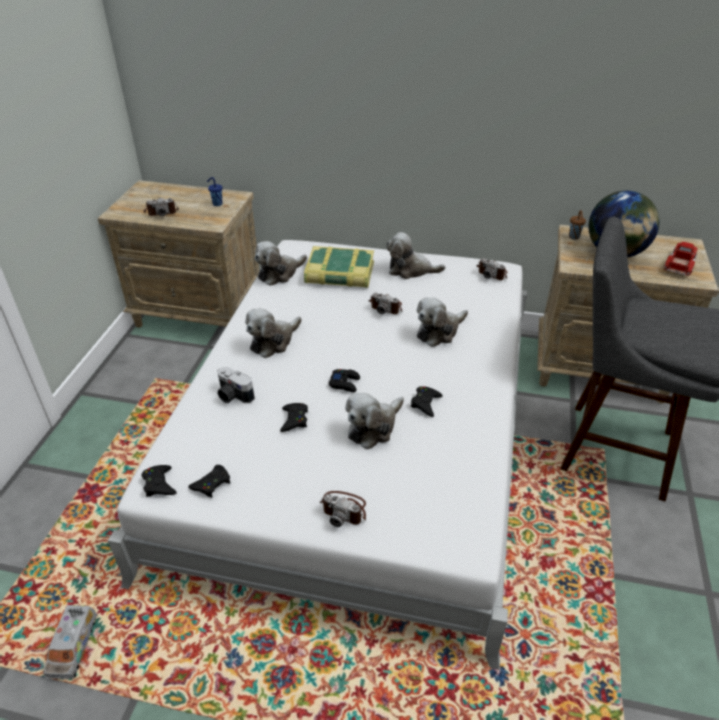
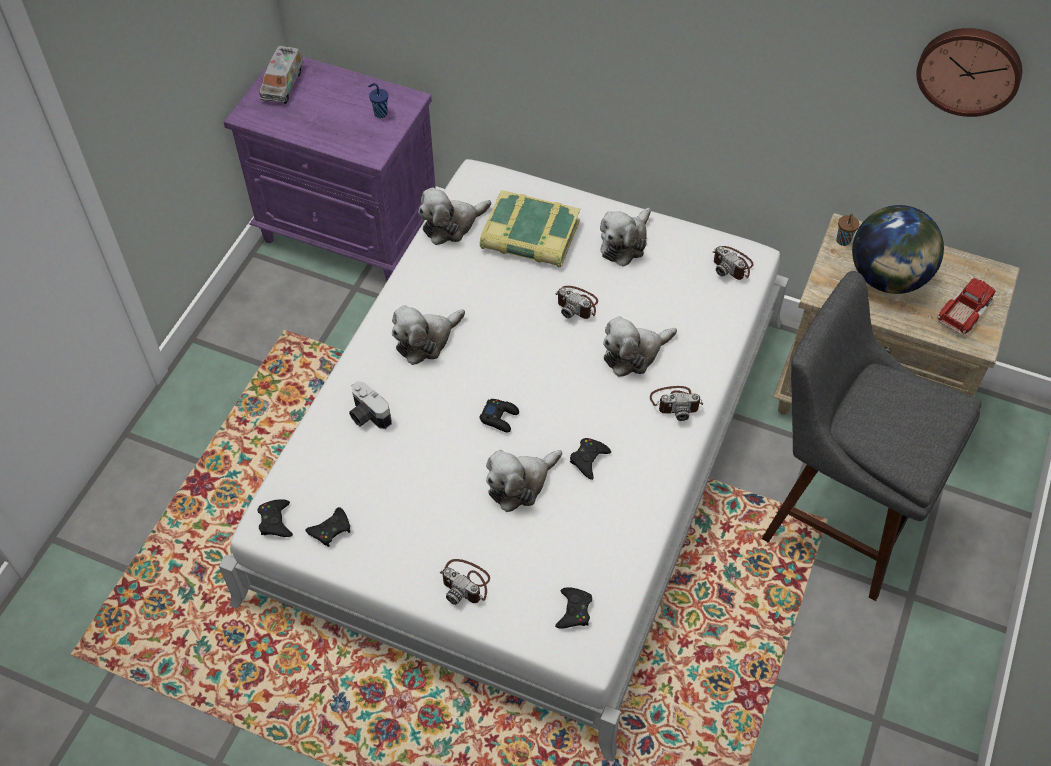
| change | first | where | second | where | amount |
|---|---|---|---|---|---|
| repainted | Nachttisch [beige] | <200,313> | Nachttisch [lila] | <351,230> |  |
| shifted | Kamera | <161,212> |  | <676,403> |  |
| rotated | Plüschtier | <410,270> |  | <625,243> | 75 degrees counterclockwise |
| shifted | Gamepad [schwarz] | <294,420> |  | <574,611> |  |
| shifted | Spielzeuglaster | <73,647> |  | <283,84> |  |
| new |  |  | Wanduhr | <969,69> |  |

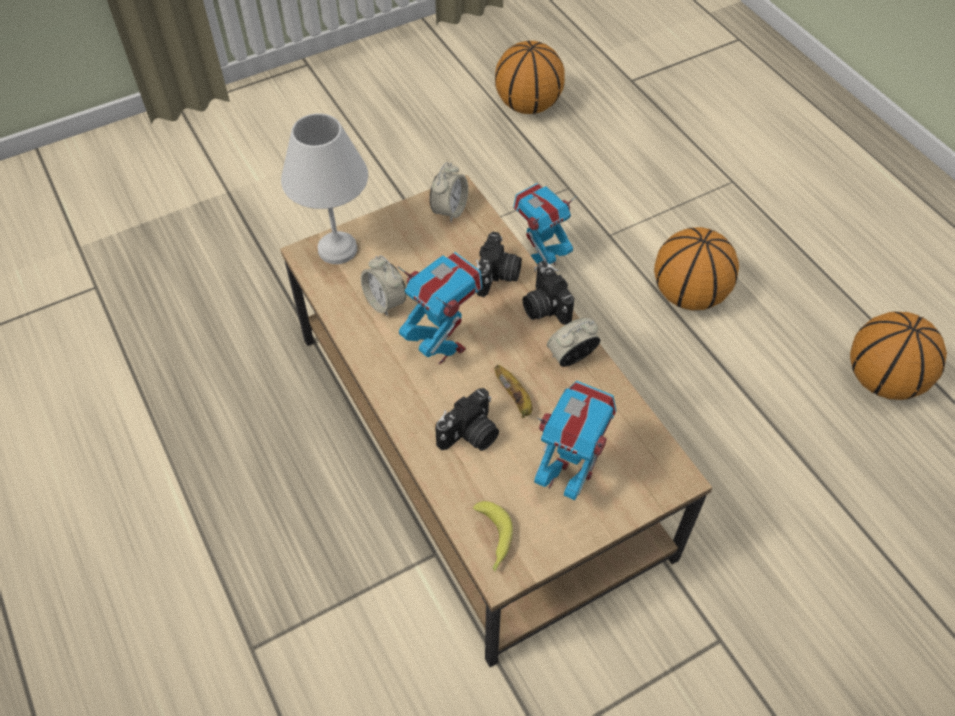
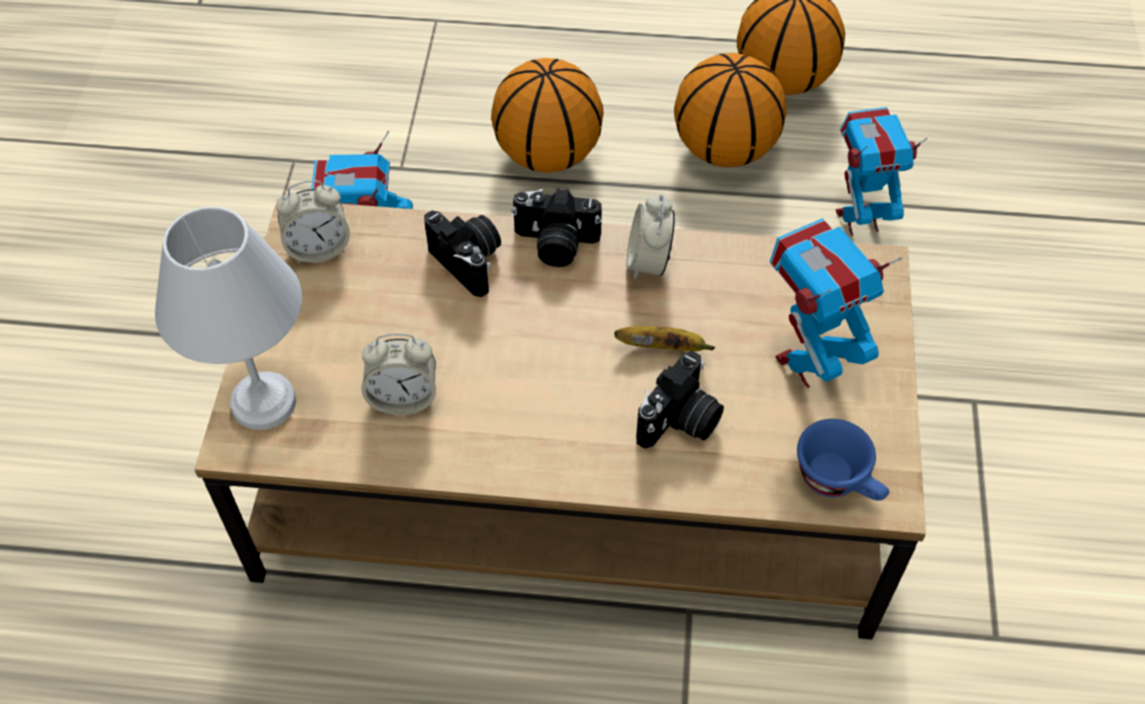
| change | first | where | second | where | amount |
|---|---|---|---|---|---|
| shifted | Basketball | <527,105> |  | <724,150> |  |
| rotated | Wecker | <449,210> |  | <319,248> | 105 degrees clockwise |
| shifted | Spielzeugroboter | <442,347> |  | <859,220> |  |
| rotated | Kamera | <470,435> |  | <680,422> | 45 degrees clockwise |
| swapped | Banane | <492,539> | Tasse [blau] | <839,481> |  |

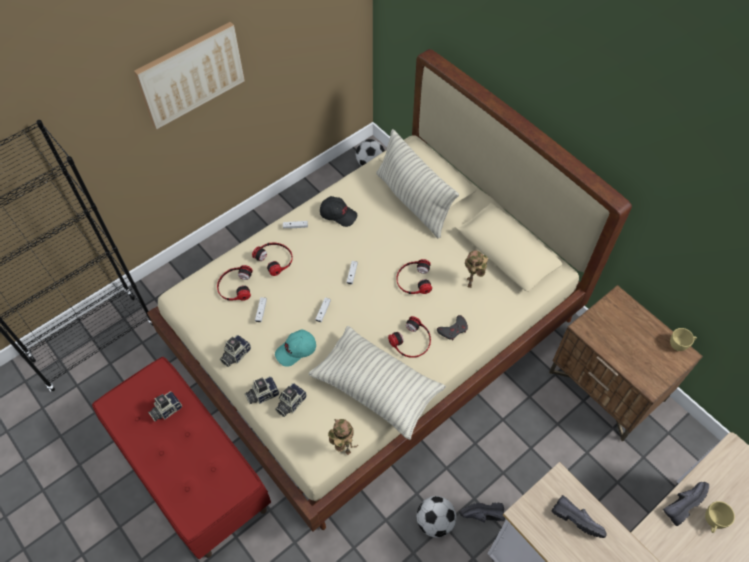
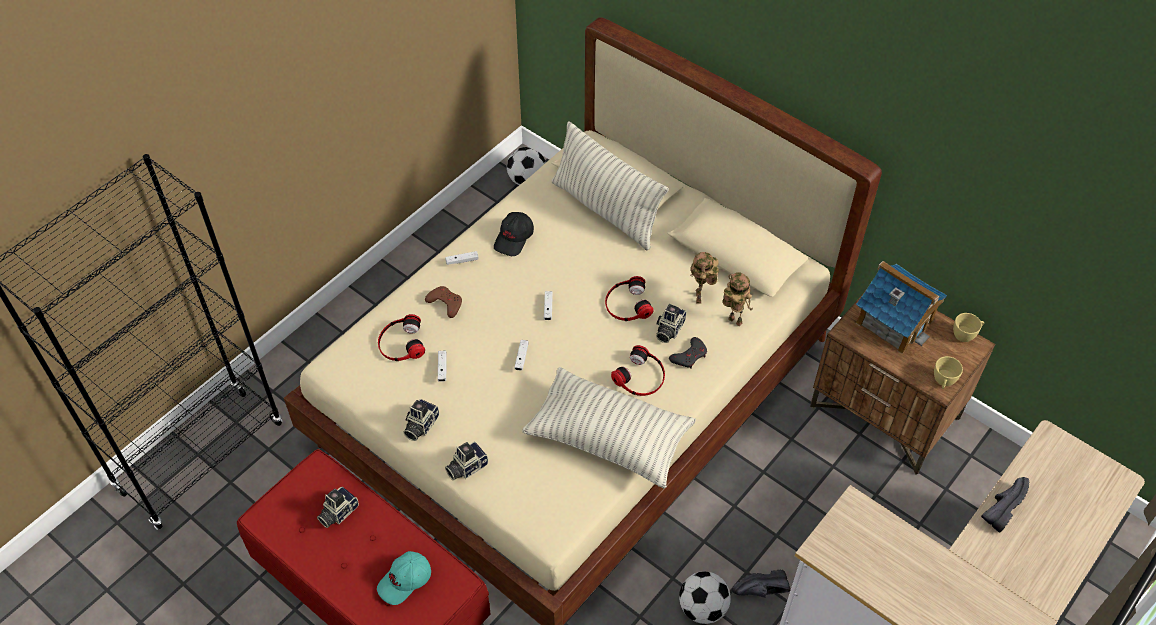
| change | first | where | second | where | amount |
|---|---|---|---|---|---|
| gone | Bild | <190,74> |  |  |  |
| rotated | Kappe [schwarz] | <338,214> |  | <514,239> | 105 degrees clockwise |
| swapped | Kopfhörer | <275,259> | Gamepad [braun] | <445,303> |  |
| shifted | Kappe [türkis] | <296,351> |  | <405,581> |  |
| shifted | Kamera | <290,403> |  | <668,329> |  |
| shifted | Spielzeugroboter | <343,449> |  | <733,321> |  |
| gone | Schuh [schwarz] | <578,518> |  |  |  |
| shifted | Tasse [gelb] | <712,522> |  | <943,382> |  |
| new |  |  | Spielzeughaus | <894,321> |  |

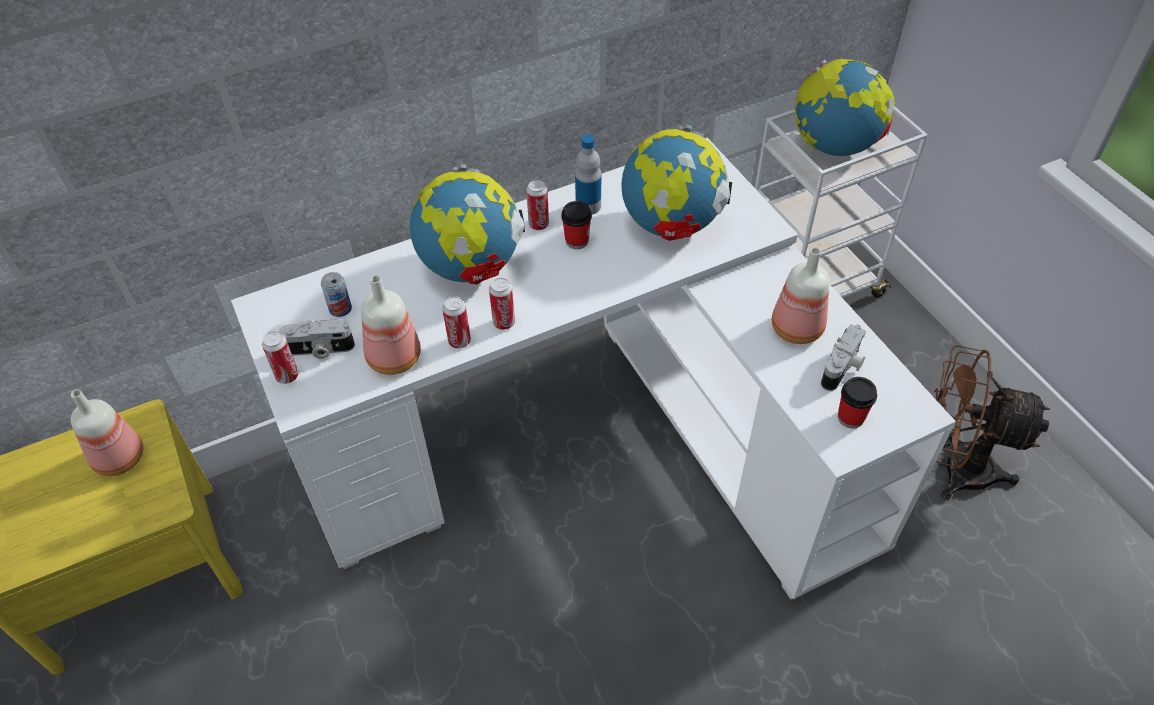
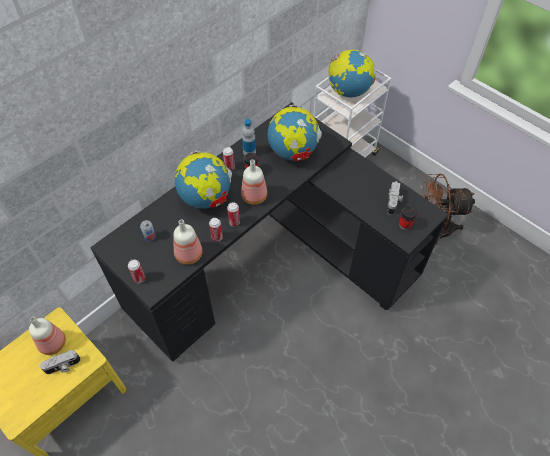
| change | first | where | second | where | amount |
|---|---|---|---|---|---|
| repainted | Schreibtisch [weiß] | <596,440> | Schreibtisch [schwarz] | <271,261> |  |
| shifted | Flasche | <796,327> |  | <254,196> |  |
| shifted | Kamera | <320,350> |  | <63,366> |  |

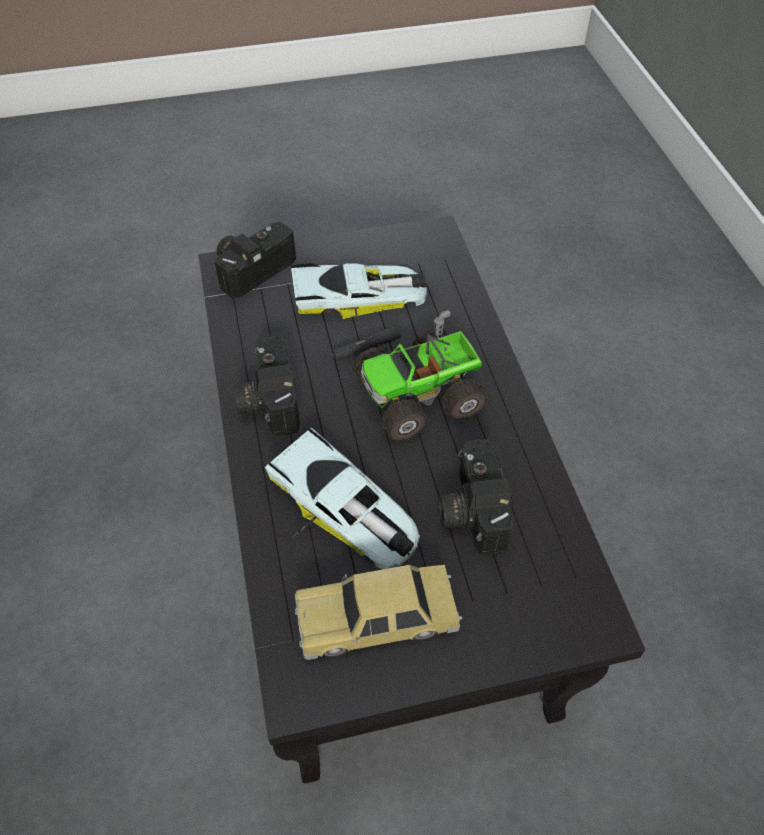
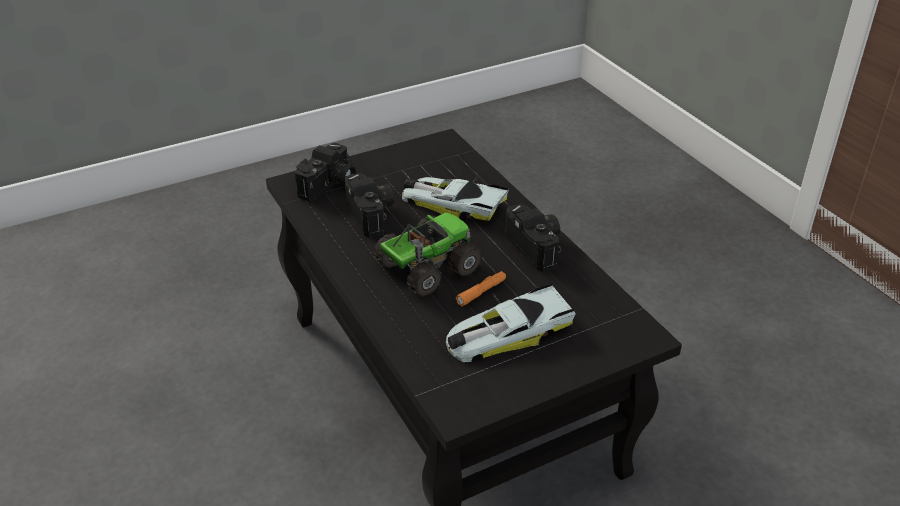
| change | first | where | second | where | amount |
|---|---|---|---|---|---|
| shifted | Kamera | <252,268> |  | <329,186> |  |
| repainted | Taschenlampe [schwarz] | <366,348> | Taschenlampe [orange] | <481,292> |  |
| gone | Spielzeugauto | <377,619> |  |  |  |

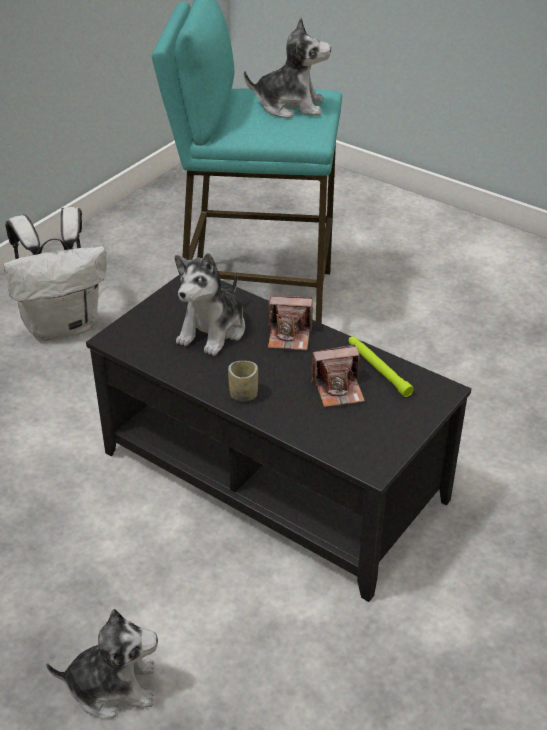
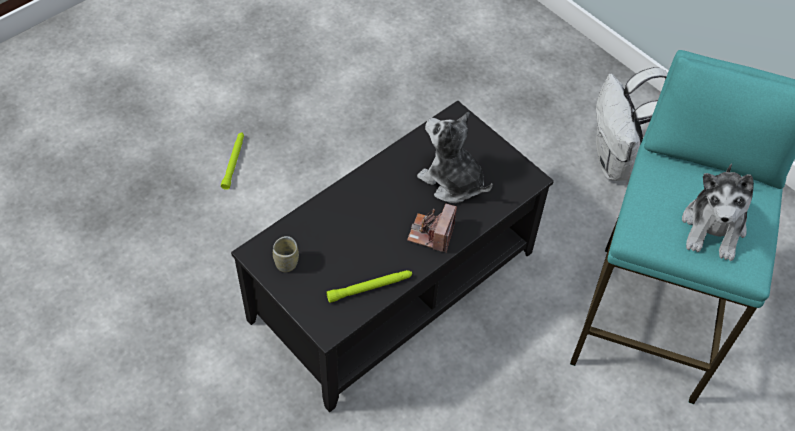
| change | first | where | second | where | amount |
|---|---|---|---|---|---|
| gone | Kamera | <338,389> |  |  |  |
| shifted | Tasse | <243,394> |  | <286,263> |  |
| swapped | Plüschtier | <112,686> | Taschenlampe [grün] | <234,162> |  |

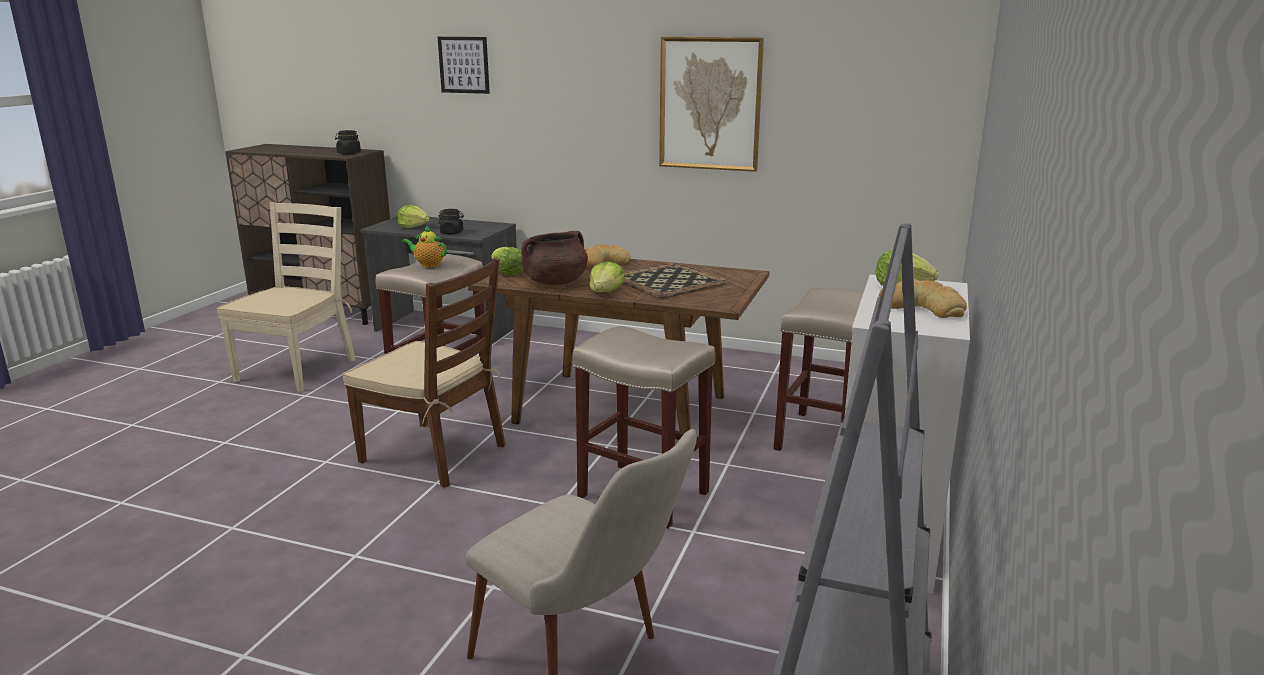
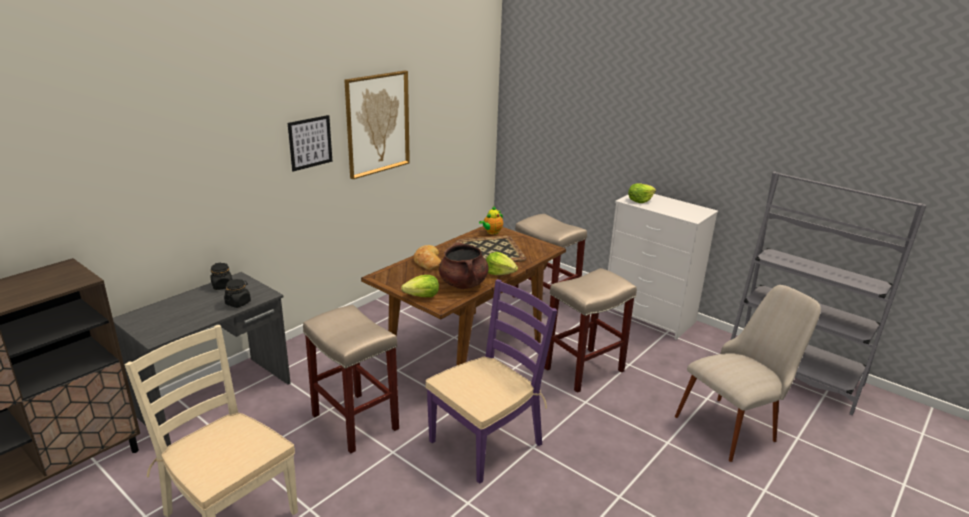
| change | first | where | second | where | amount |
|---|---|---|---|---|---|
| shifted | Bild | <464,65> |  | <310,142> |  |
| shifted | Vorratsglas [schwarz] | <348,153> |  | <222,286> |  |
| gone | Salatkopf | <414,227> |  |  |  |
| shifted | Teekanne | <428,265> |  | <491,232> |  |
| repainted | Stuhl [braun] | <435,453> | Stuhl [lila] | <486,442> |  |
| gone | Brot | <922,307> |  |  |  |

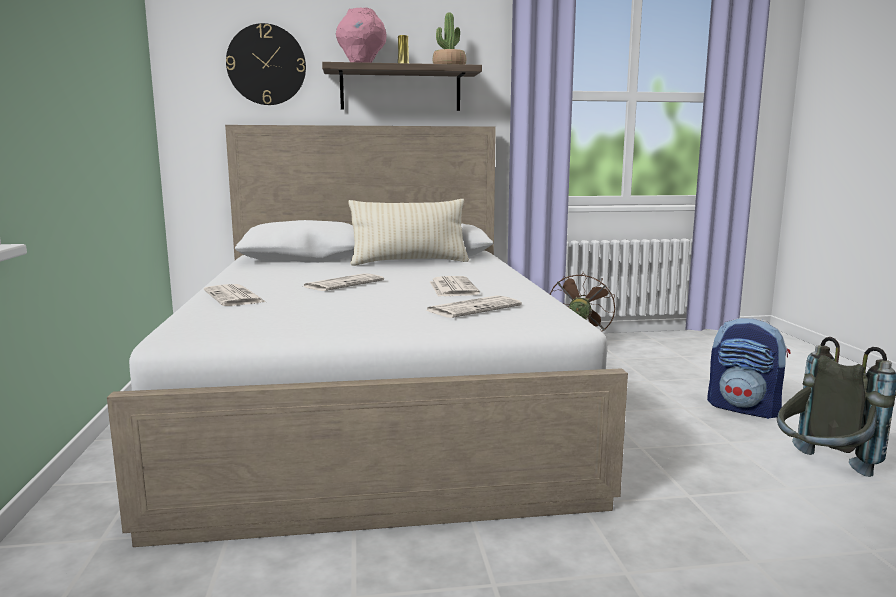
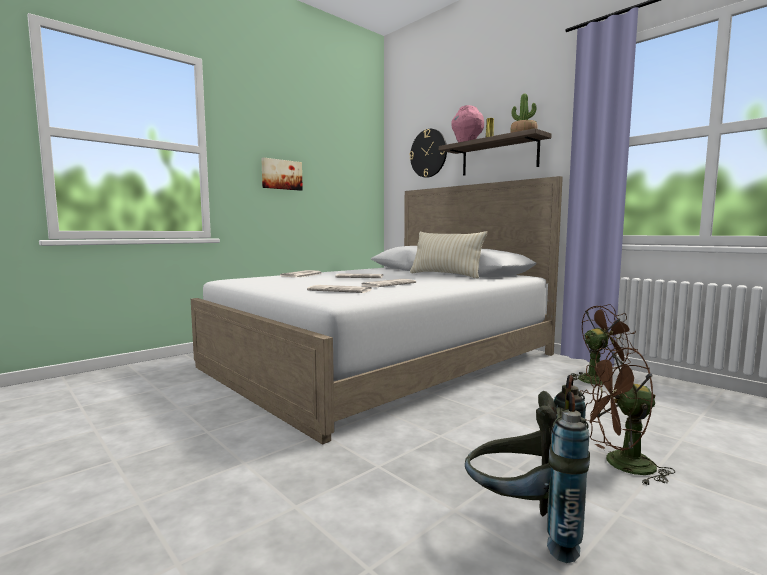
| change | first | where | second | where | amount |
|---|---|---|---|---|---|
| swapped | Rucksack | <744,408> | Ventilator [braun] | <620,465> |  |
| new |  |  | Bild | <281,174> |  |

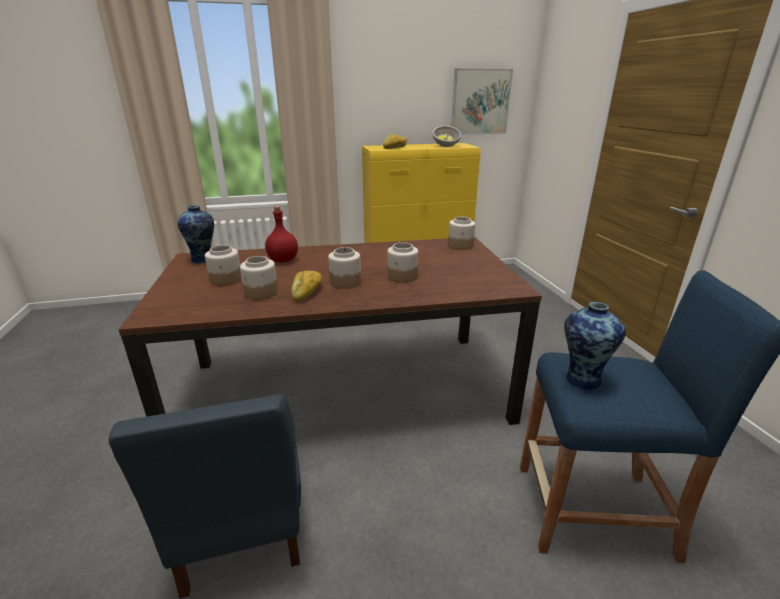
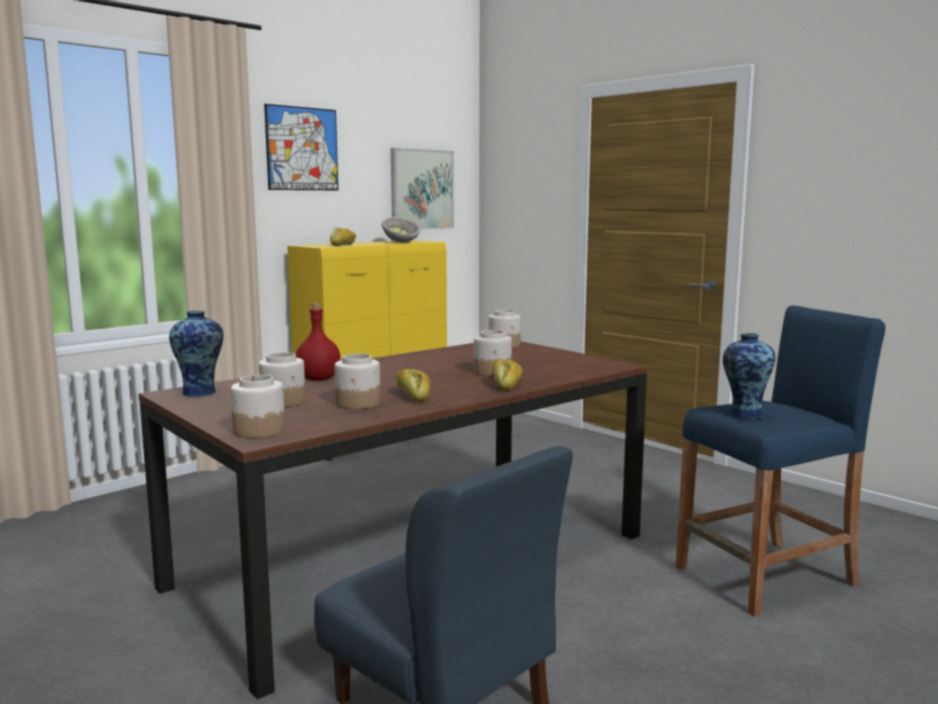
| change | first | where | second | where | amount |
|---|---|---|---|---|---|
| shifted | Vorratsglas | <345,282> |  | <259,431> |  |
| new |  |  | Bild | <302,149> |  |
| new |  |  | Brot | <507,384> |  |

